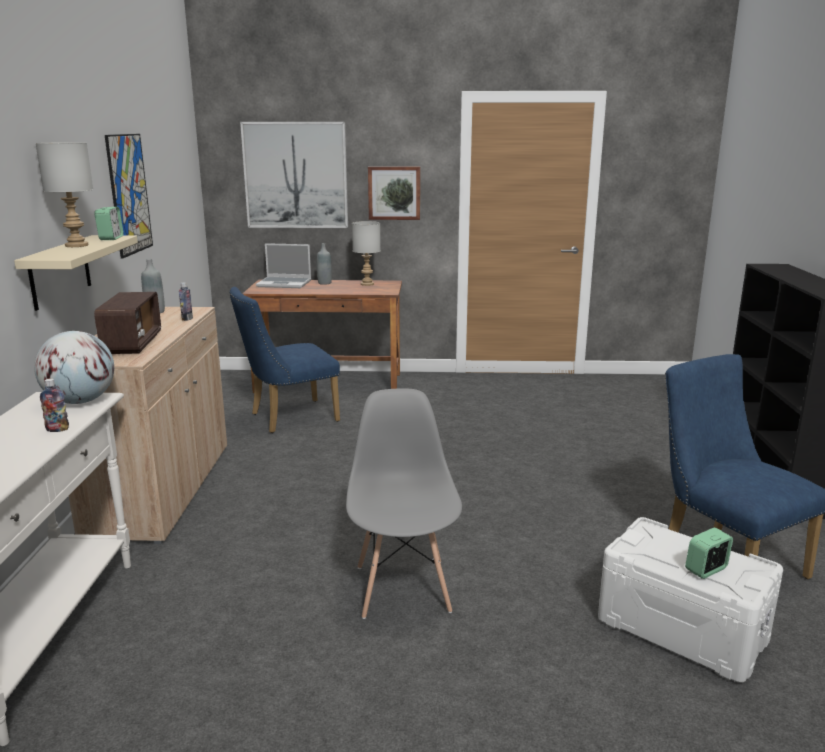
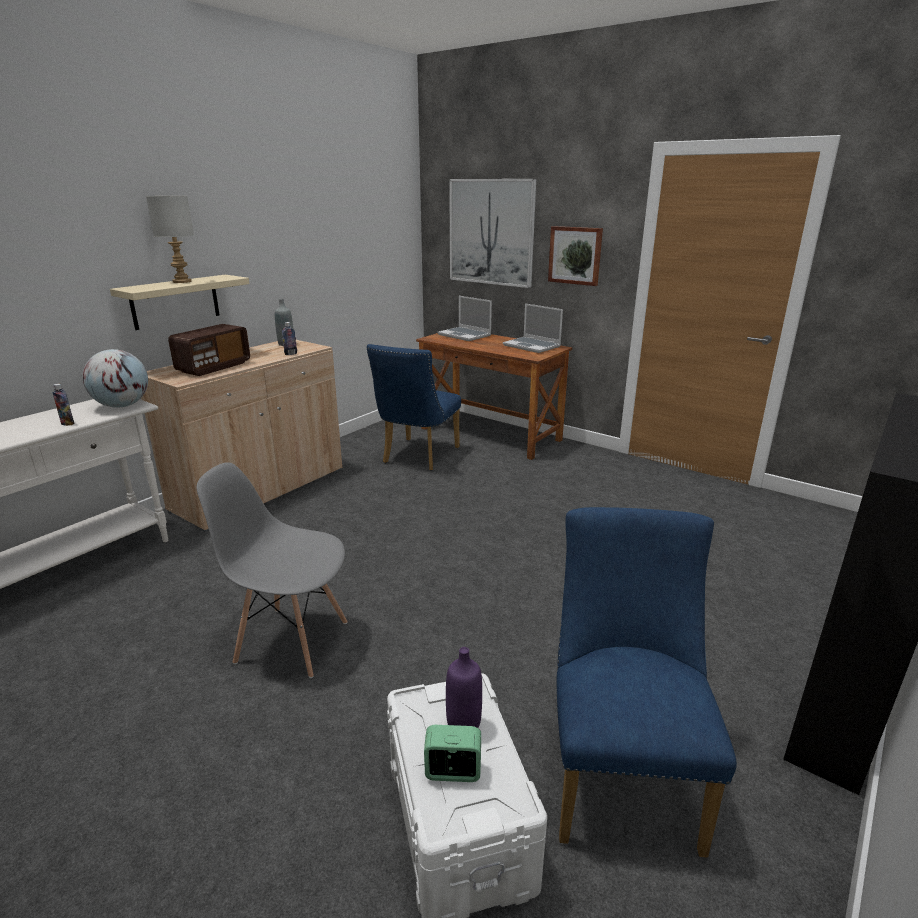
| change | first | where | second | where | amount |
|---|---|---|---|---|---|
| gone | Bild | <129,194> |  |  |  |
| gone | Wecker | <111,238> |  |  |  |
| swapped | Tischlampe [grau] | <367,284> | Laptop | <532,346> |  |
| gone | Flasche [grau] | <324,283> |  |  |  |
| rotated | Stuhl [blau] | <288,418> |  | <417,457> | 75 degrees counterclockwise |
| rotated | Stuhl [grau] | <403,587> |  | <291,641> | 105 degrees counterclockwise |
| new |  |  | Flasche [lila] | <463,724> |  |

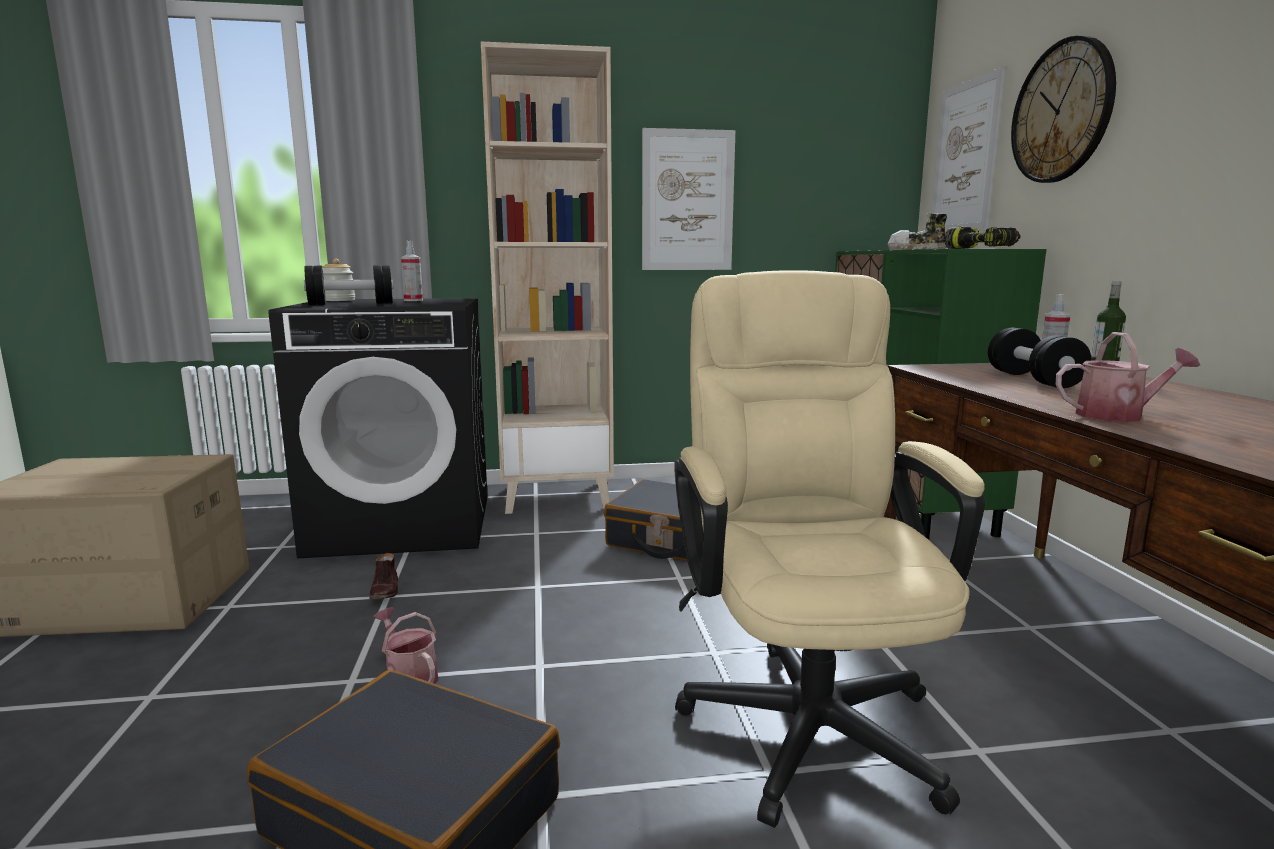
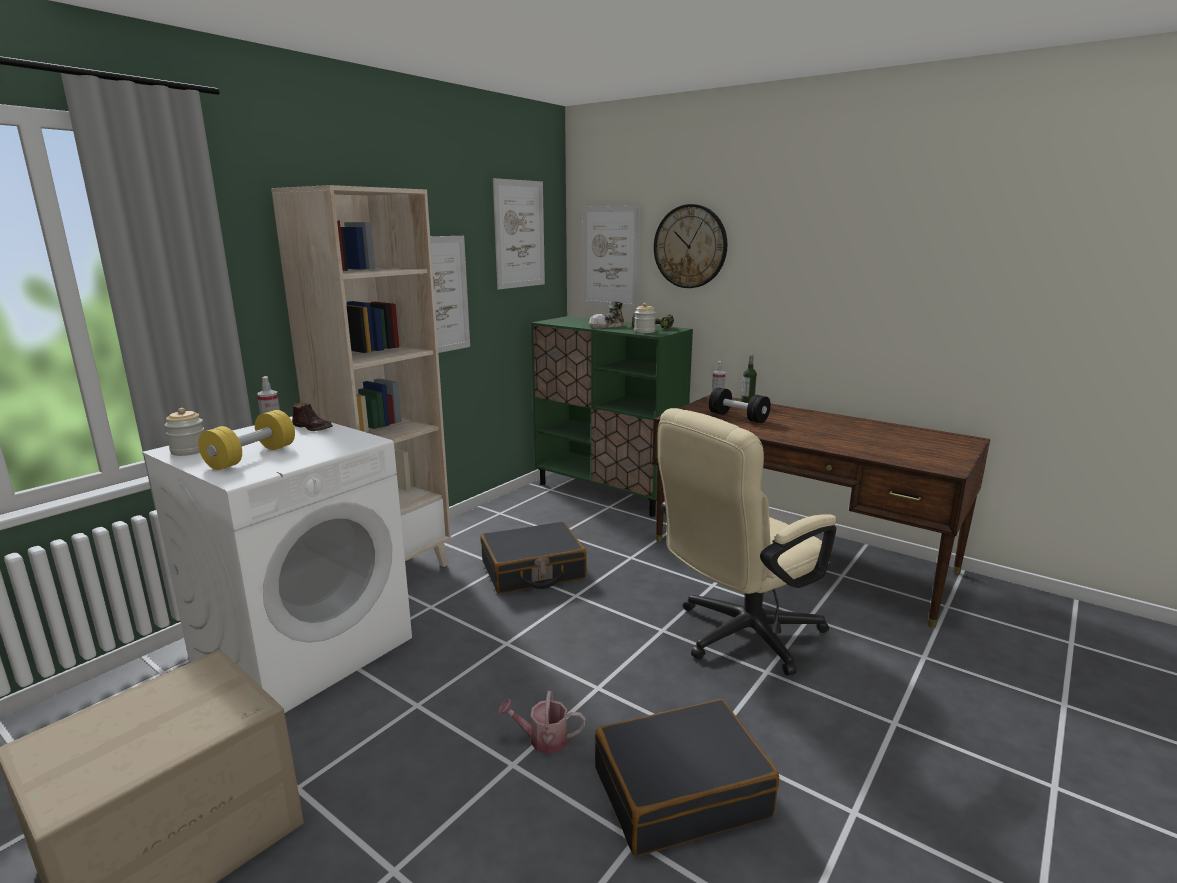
| change | first | where | second | where | amount |
|---|---|---|---|---|---|
| repainted | Hantel [schwarz] | <351,304> | Hantel [gelb] | <251,457> |  |
| rotated | Bürostuhl [beige] | <805,710> |  | <738,637> | 75 degrees counterclockwise |
| repainted | Waschmaschine [schwarz] | <405,524> | Waschmaschine [weiß] | <304,648> |  |
| gone | Gießkanne | <1118,415> |  |  |  |
| shifted | Schuh [braun] | <385,590> |  | <313,428> |  |
| new |  |  | Bild | <519,234> |  |
| new |  |  | Vorratsglas | <644,331> |  |

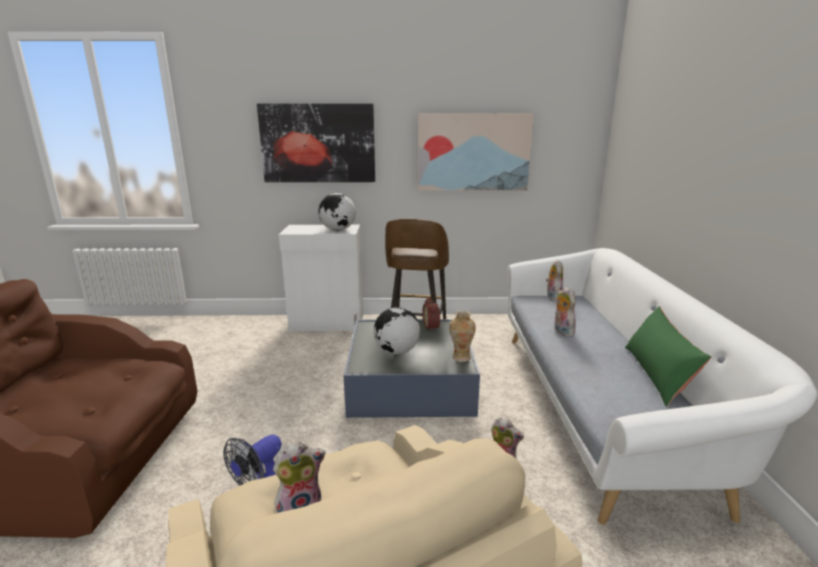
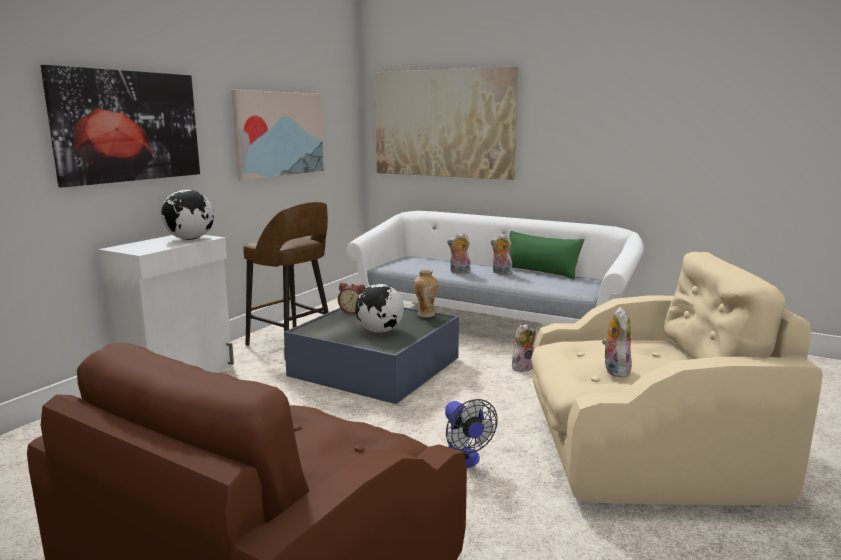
| change | first | where | second | where | amount |
|---|---|---|---|---|---|
| shifted | Plüschtier | <552,297> |  | <500,273> |  |
| new |  |  | Bild | <442,124> |  |

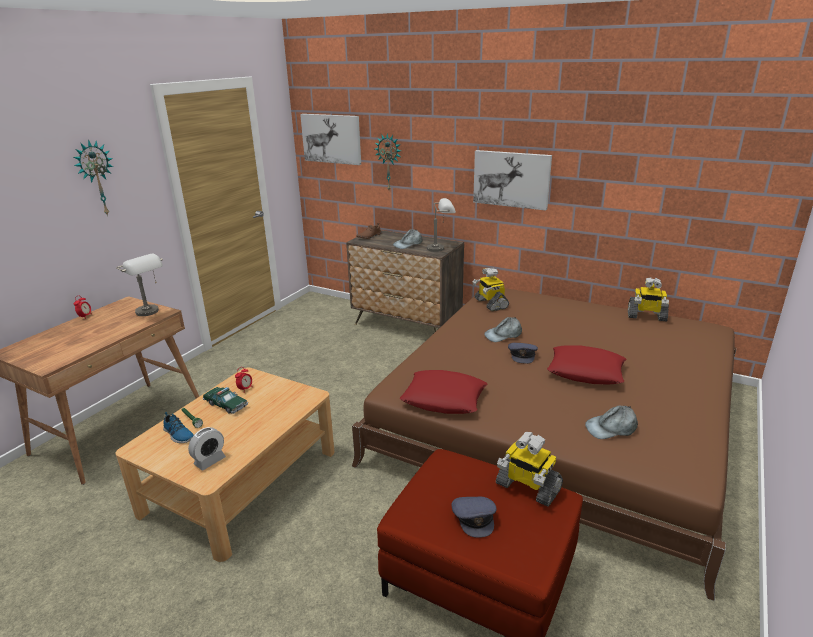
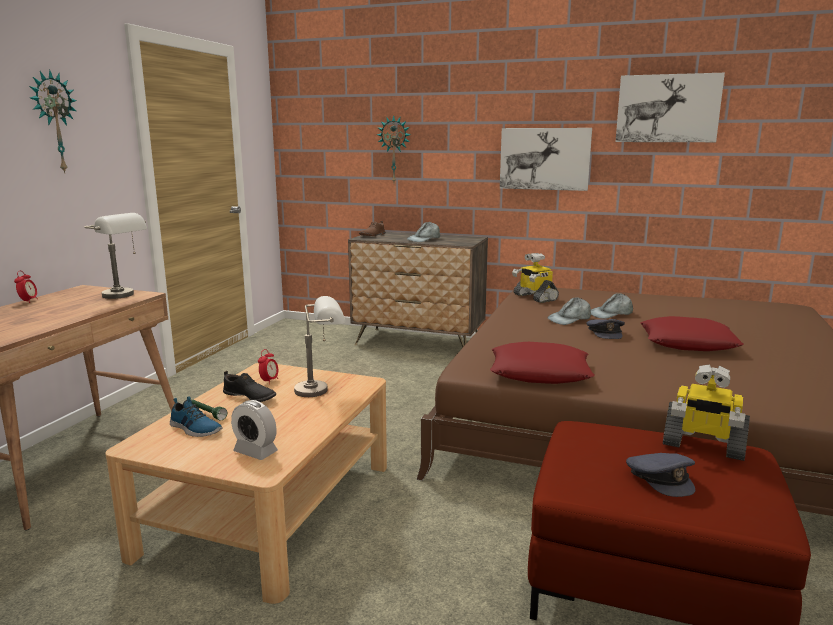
| change | first | where | second | where | amount |
|---|---|---|---|---|---|
| shifted | Bild | <332,138> |  | <667,108> |  |
| shifted | Tischlampe [grau] | <441,248> |  | <322,389> |  |
| gone | Spielzeugroboter | <646,316> |  |  |  |
| swapped | Spielzeugauto | <226,404> | Schuh [schwarz] | <249,396> |  |
| shifted | Kappe [grau] | <611,428> |  | <611,314> |  |
| rotated | Wecker | <210,461> |  | <255,452> | 90 degrees clockwise |

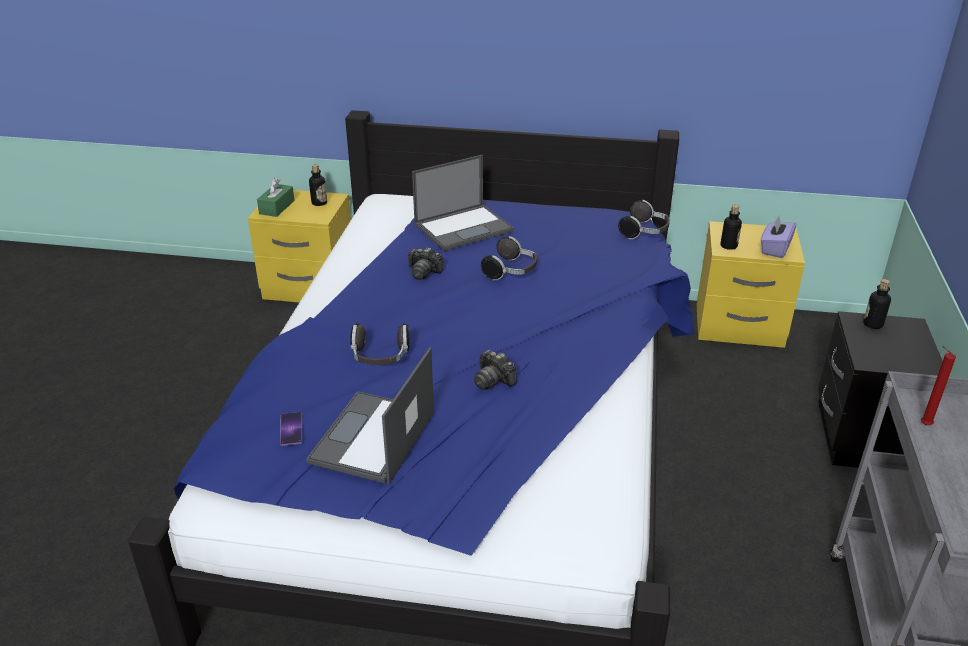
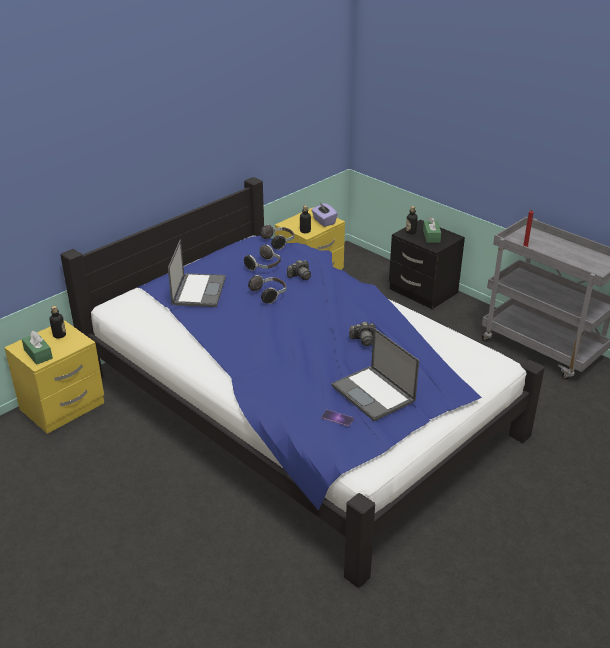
| change | first | where | second | where | amount |
|---|---|---|---|---|---|
| shifted | Kamera | <424,272> |  | <300,276> |  |
| shifted | Kopfhörer | <380,358> |  | <264,266> |  |
| new |  |  | Taschentuchbox [grün] | <431,236> |  |

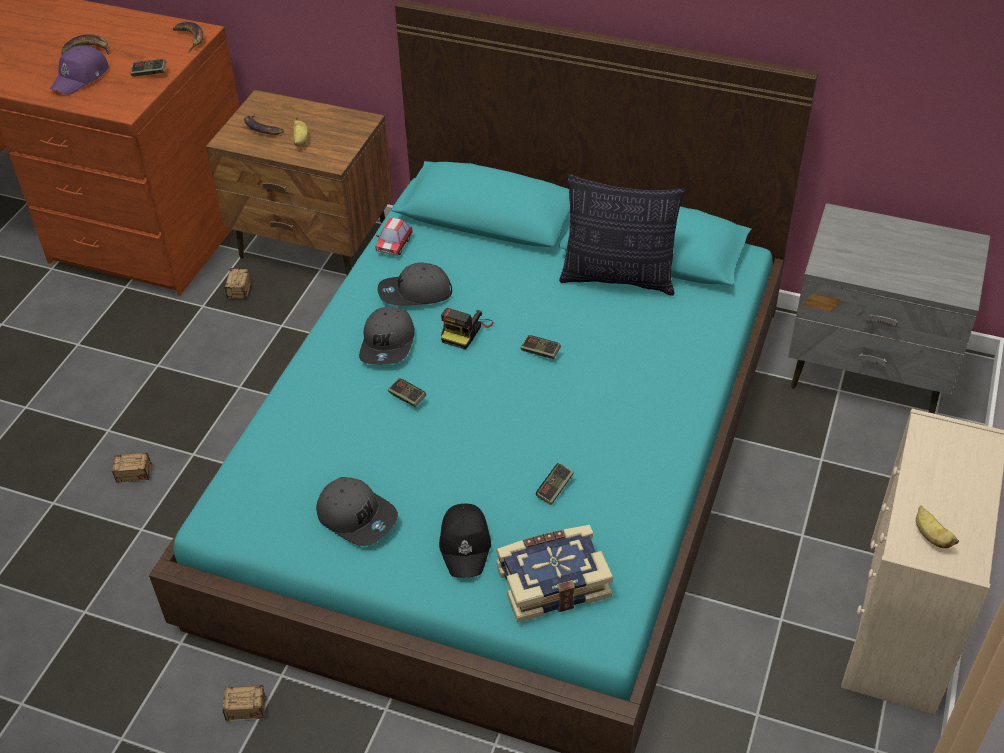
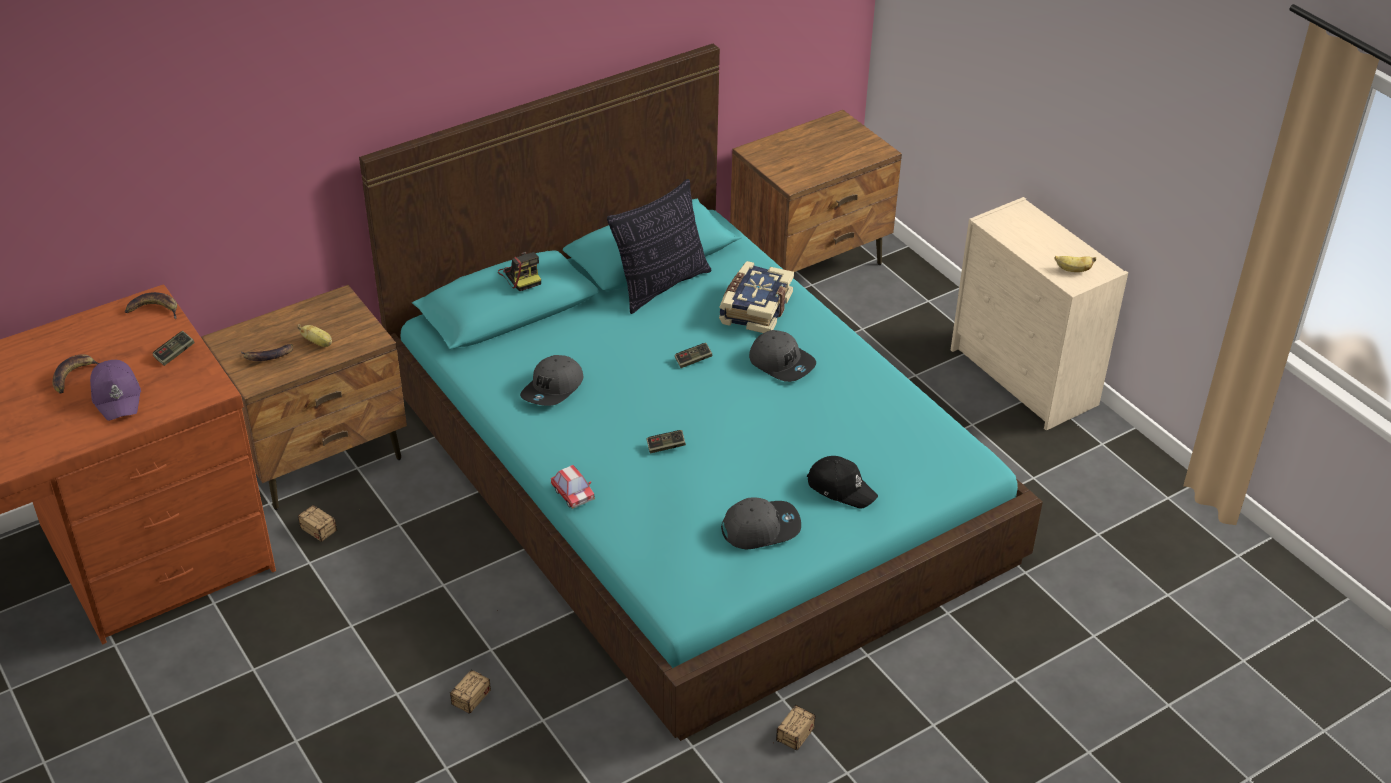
| change | first | where | second | where | amount |
|---|---|---|---|---|---|
| repainted | Nachttisch [grau] | <869,371> | Nachttisch [braun] | <810,262> |  |
| shifted | Spielzeugauto | <394,245> |  | <572,494> |  |
| shifted | Kappe [grau] | <388,344> |  | <782,363> |  |
| shifted | Kamera | <465,330> |  | <521,276> |  |
| gone | Gamepad | <554,488> |  |  |  |
| shifted | Buch | <552,581> |  | <754,308> |  |

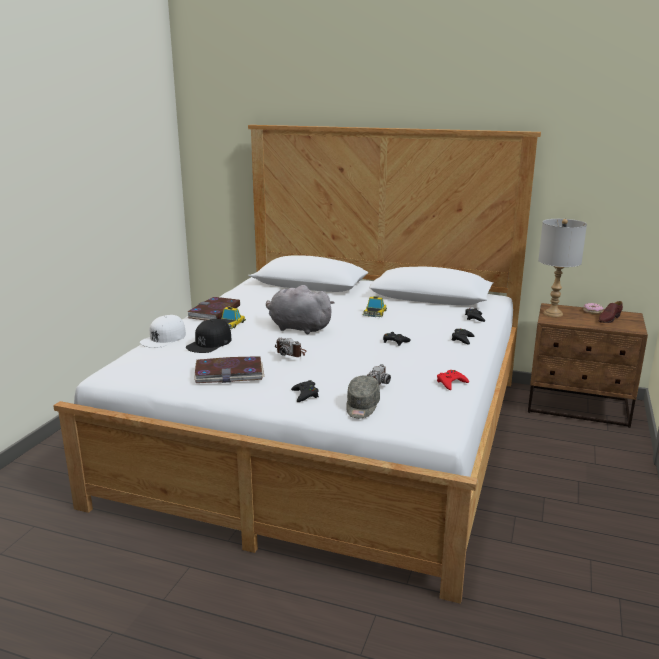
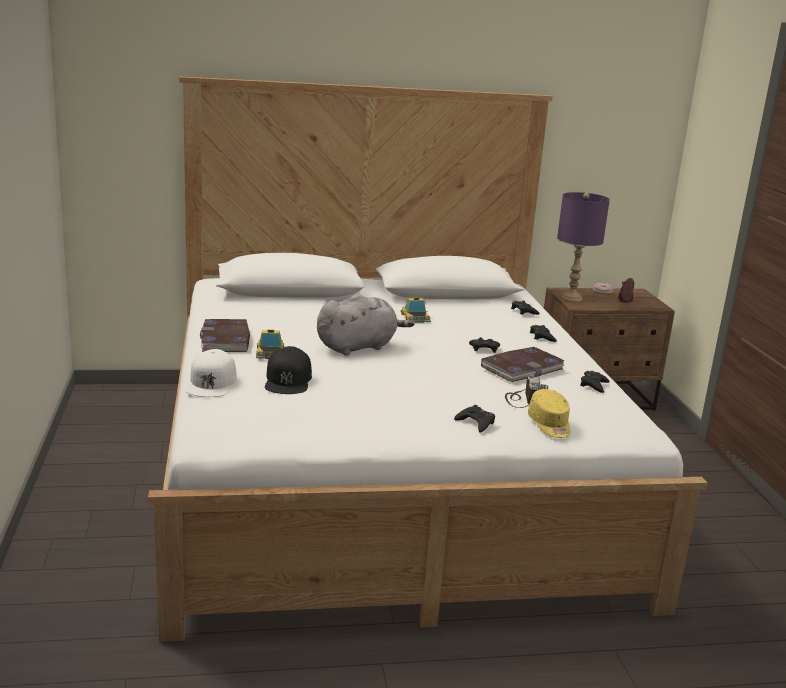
| change | first | where | second | where | amount |
|---|---|---|---|---|---|
| repainted | Tischlampe [grau] | <553,313> | Tischlampe [lila] | <572,298> |  |
| rotated | Plüschtier [grau] | <297,328> |  | <359,347> | 150 degrees clockwise |
| gone | Kamera | <291,353> |  |  |  |
| shifted | Buch | <229,373> |  | <522,368> |  |
| repainted | Gamepad [rot] | <451,383> | Gamepad [schwarz] | <594,385> |  |
| repainted | Kappe [grau] | <362,406> | Kappe [gelb] | <550,425> |  |

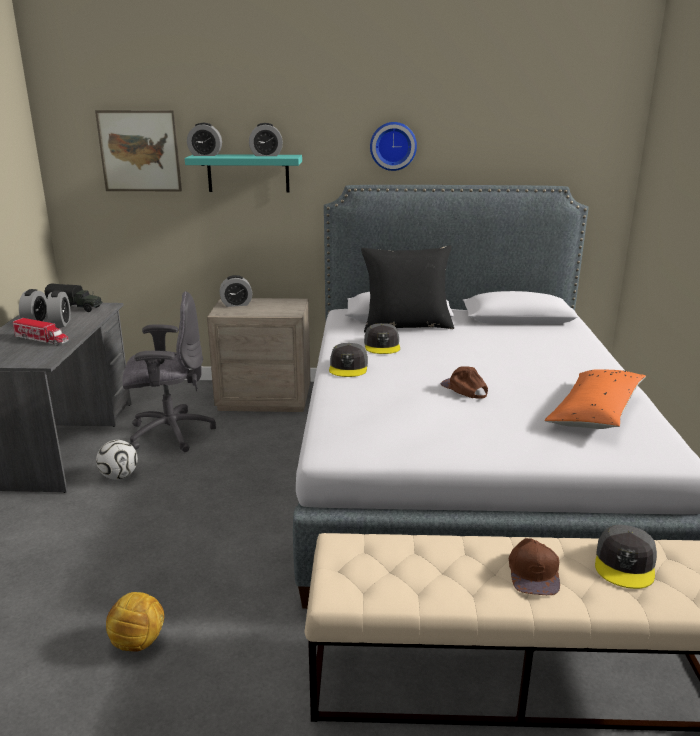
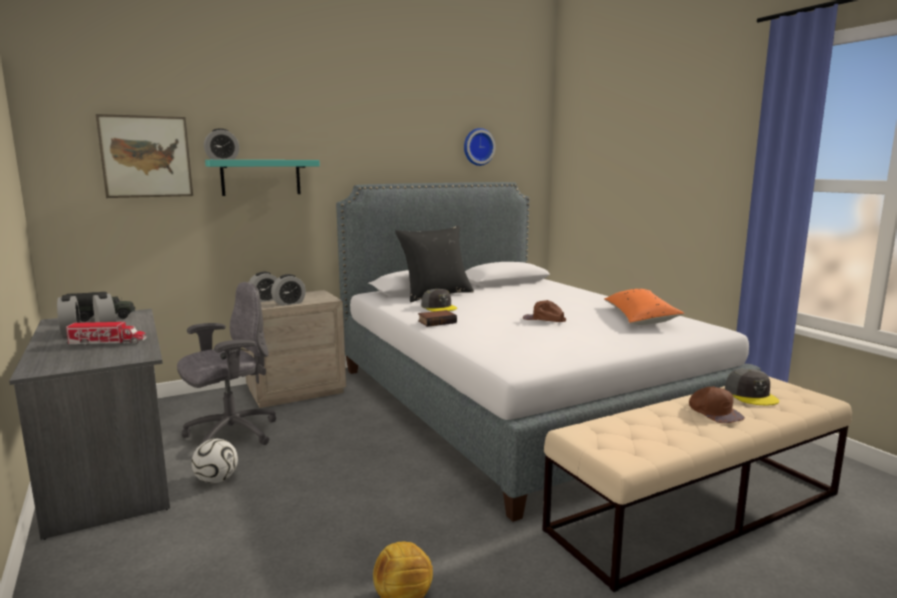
| change | first | where | second | where | amount |
|---|---|---|---|---|---|
| shifted | Wanduhr | <393,146> |  | <478,147> |  |
| shifted | Wecker | <266,155> |  | <289,303> |  |
| swapped | Kappe [grau] | <348,367> | Buch | <437,321> |  |

